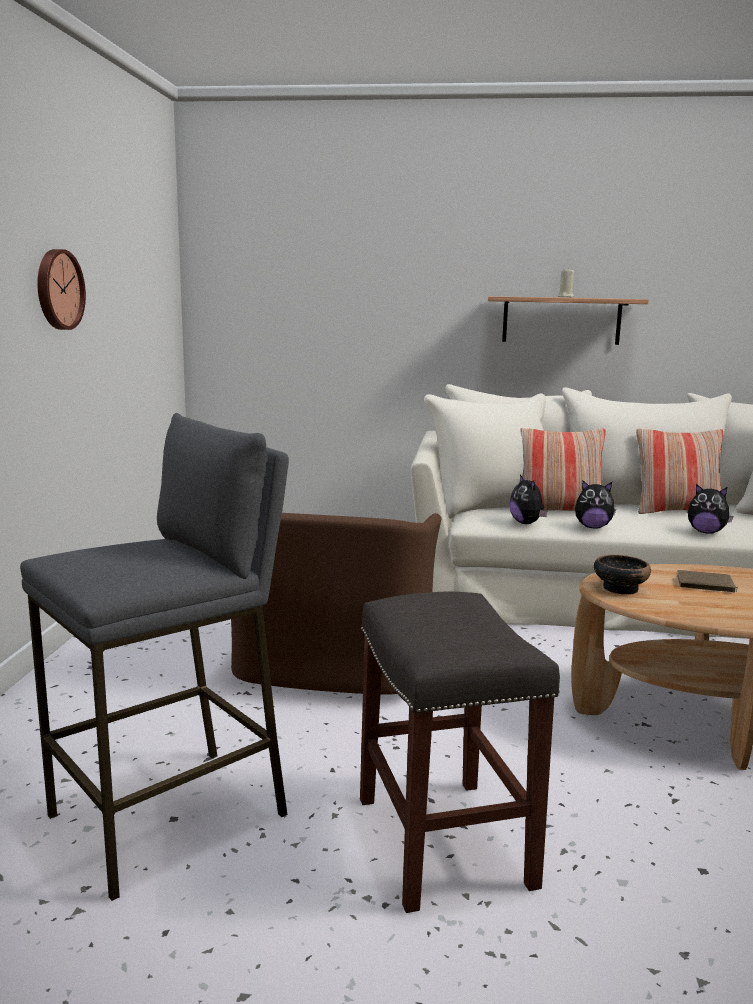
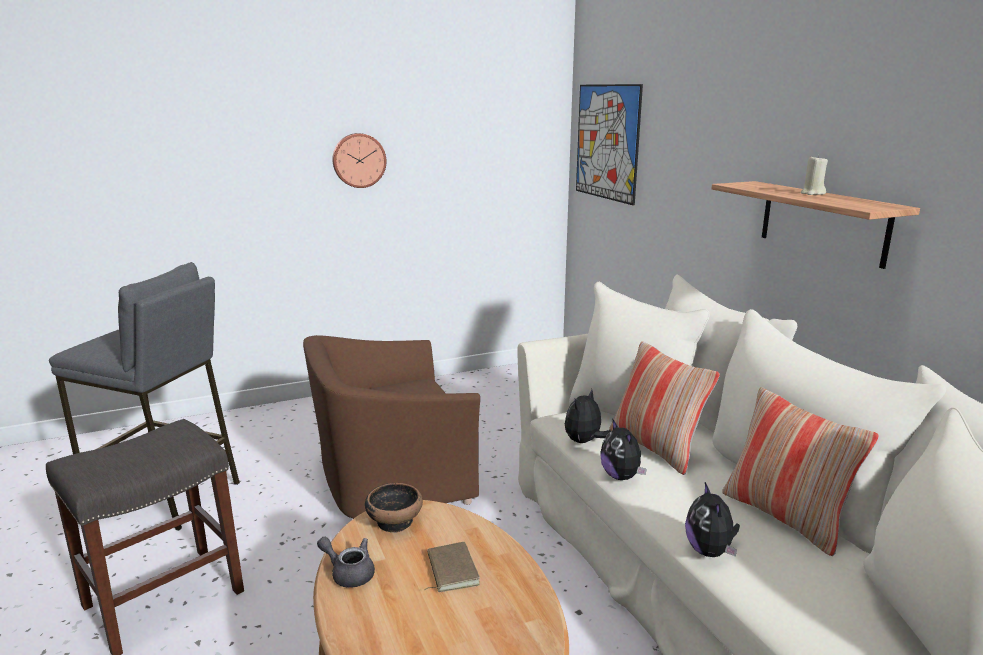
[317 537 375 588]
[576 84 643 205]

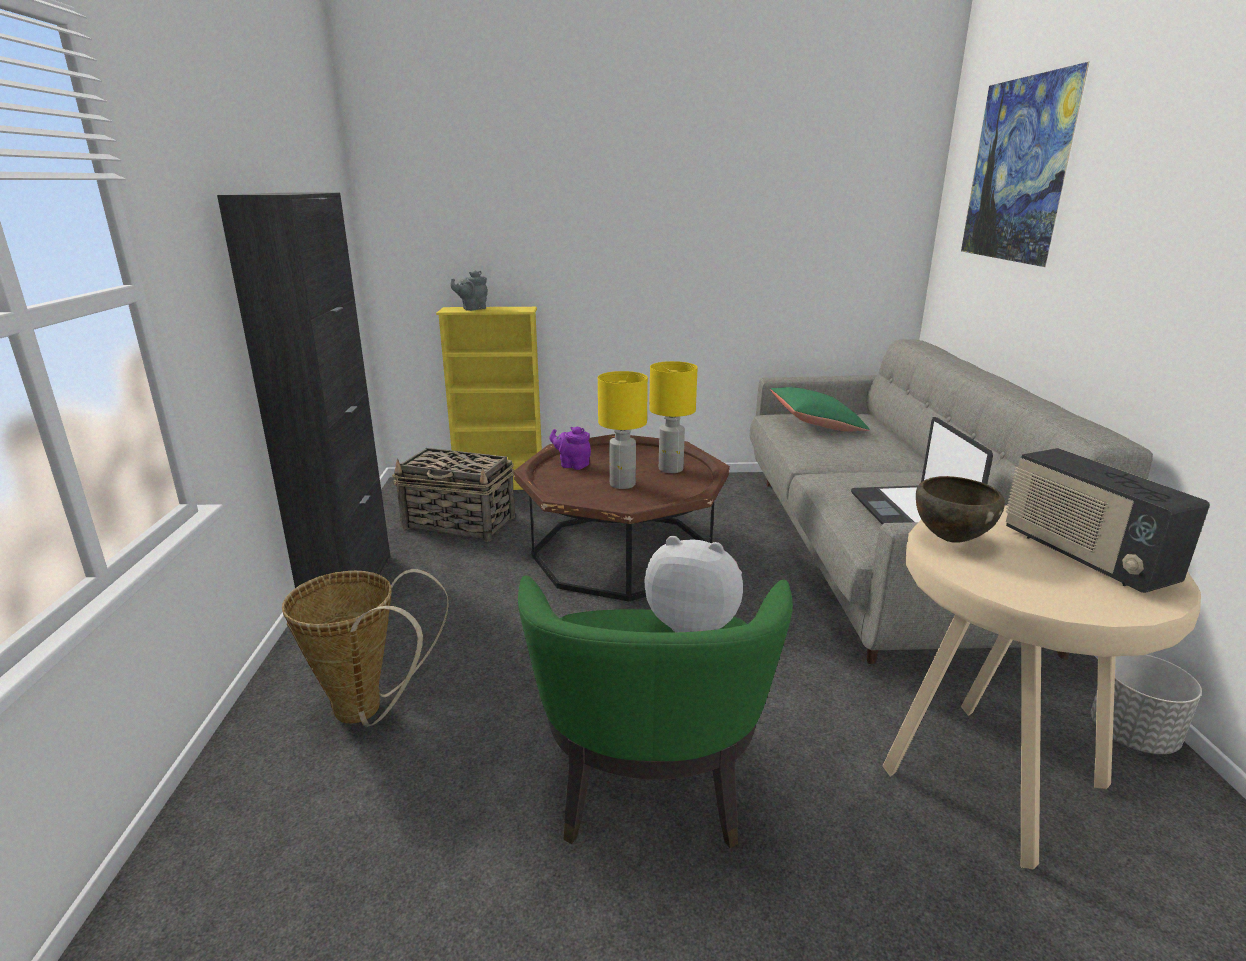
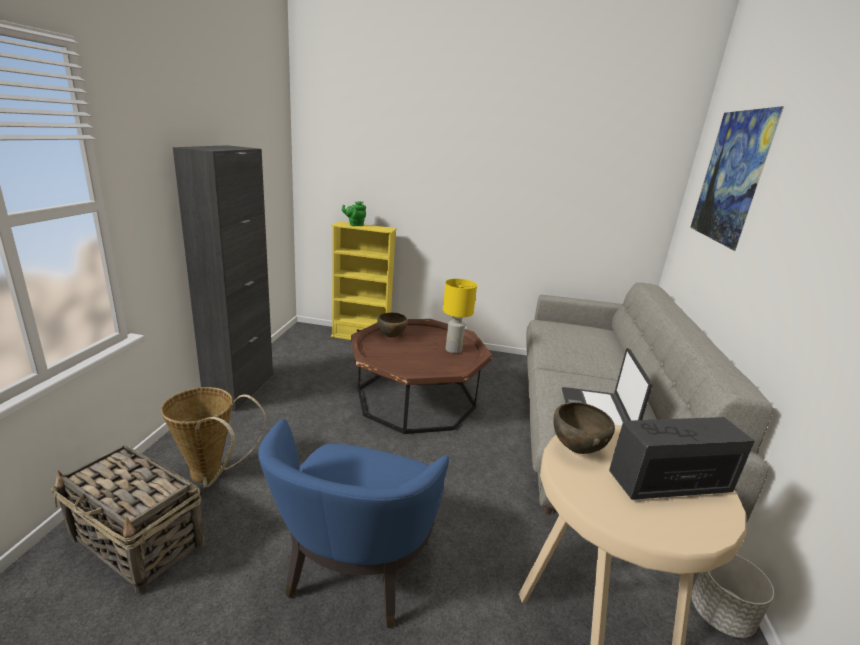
[51 445 204 594]
[342 201 366 226]
[258 419 449 628]
[377 313 408 338]
[598 371 648 489] (first image)
[644 536 743 632] (first image)
[770 387 870 431] (first image)
[609 417 755 500]

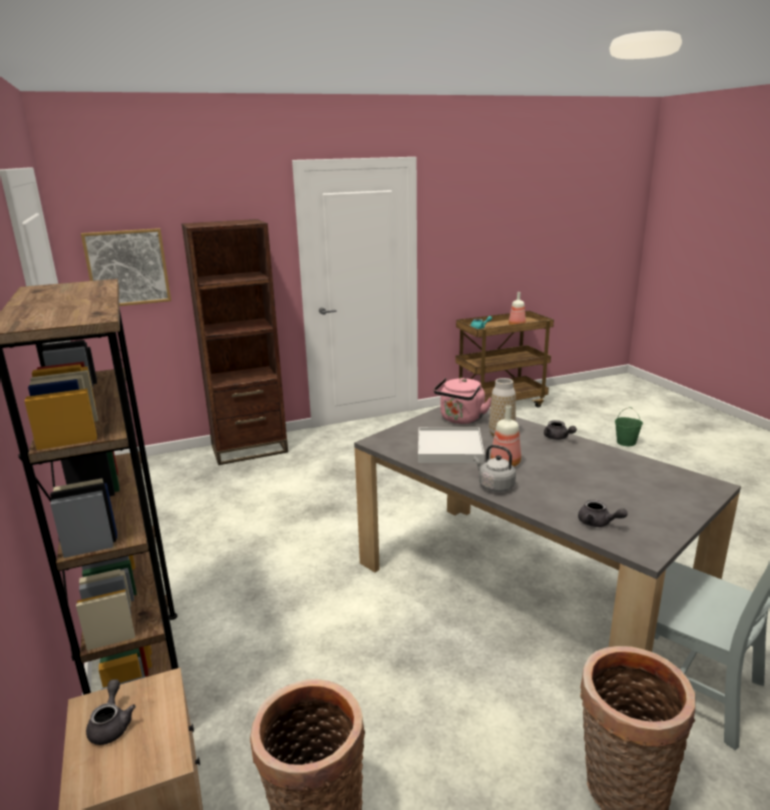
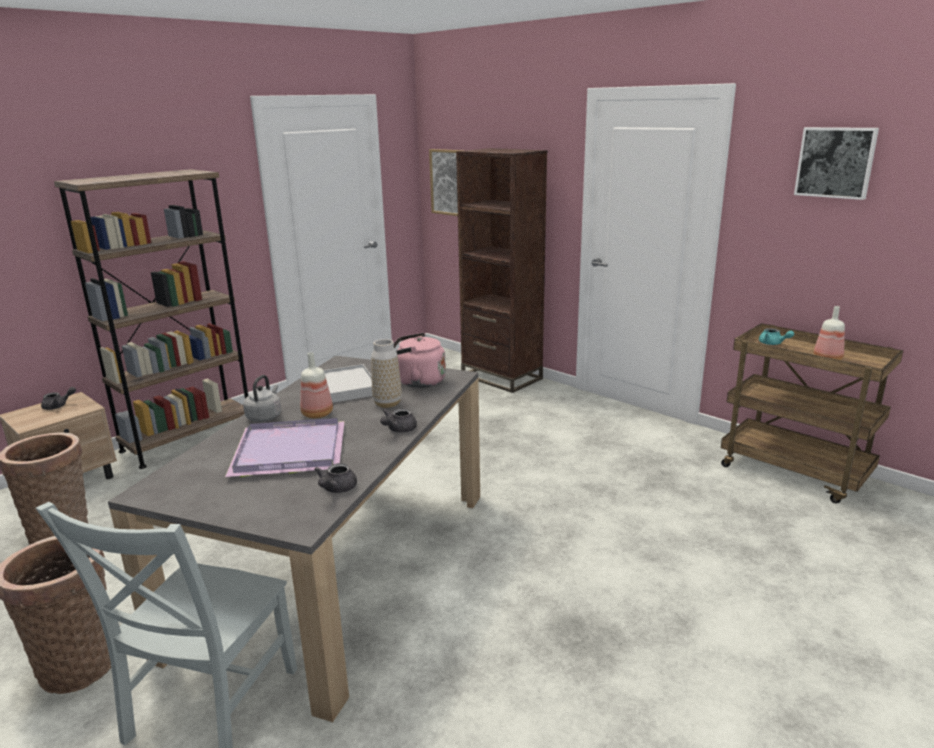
[314 463 357 493]
[615 407 643 446] (first image)
[225 418 345 477]
[794 127 879 200]

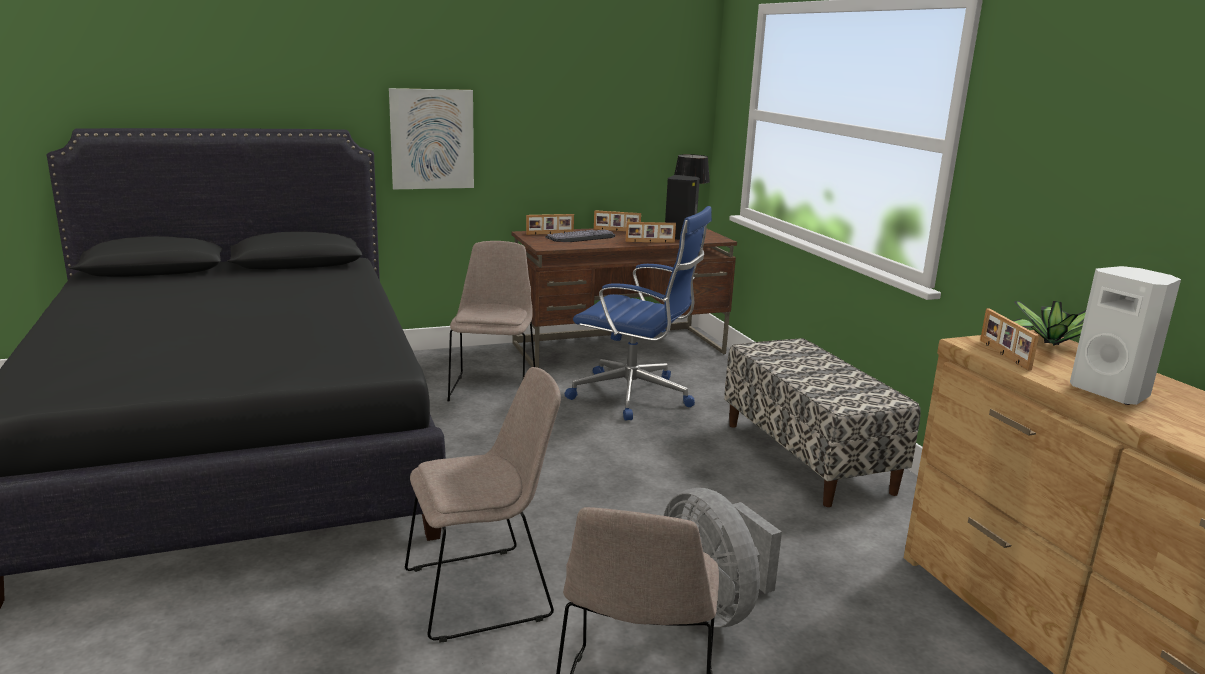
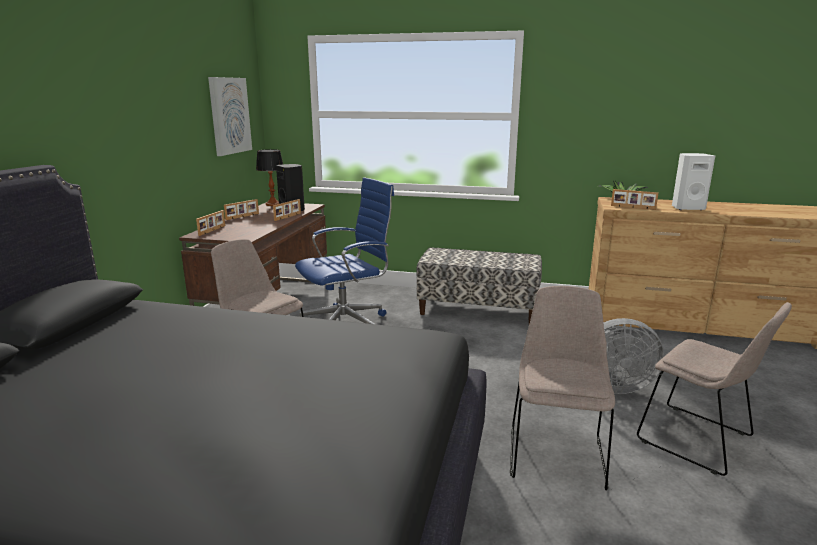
[208 77 252 156]
[545 229 615 242] (first image)

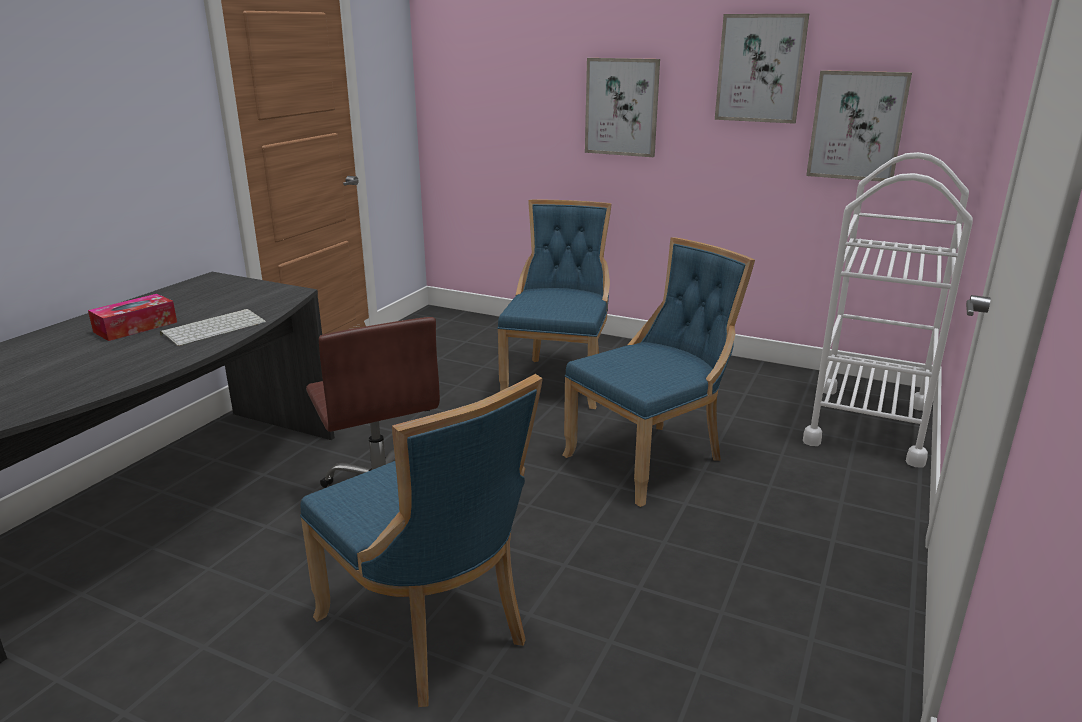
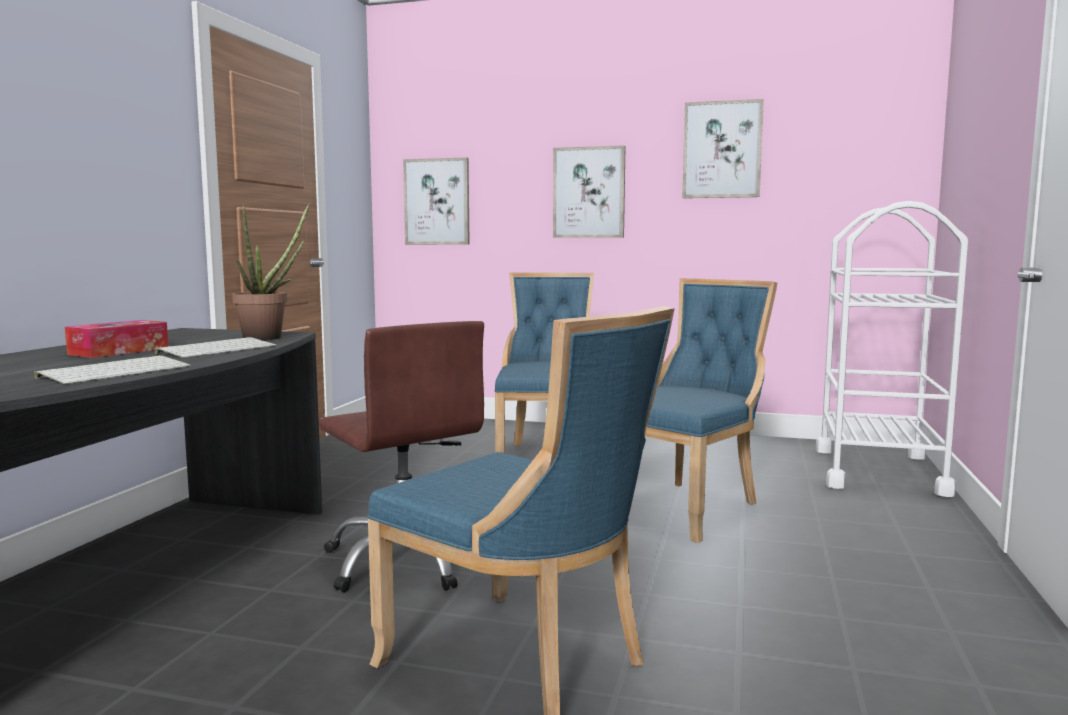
[403 157 470 244]
[34 355 191 384]
[232 204 309 340]

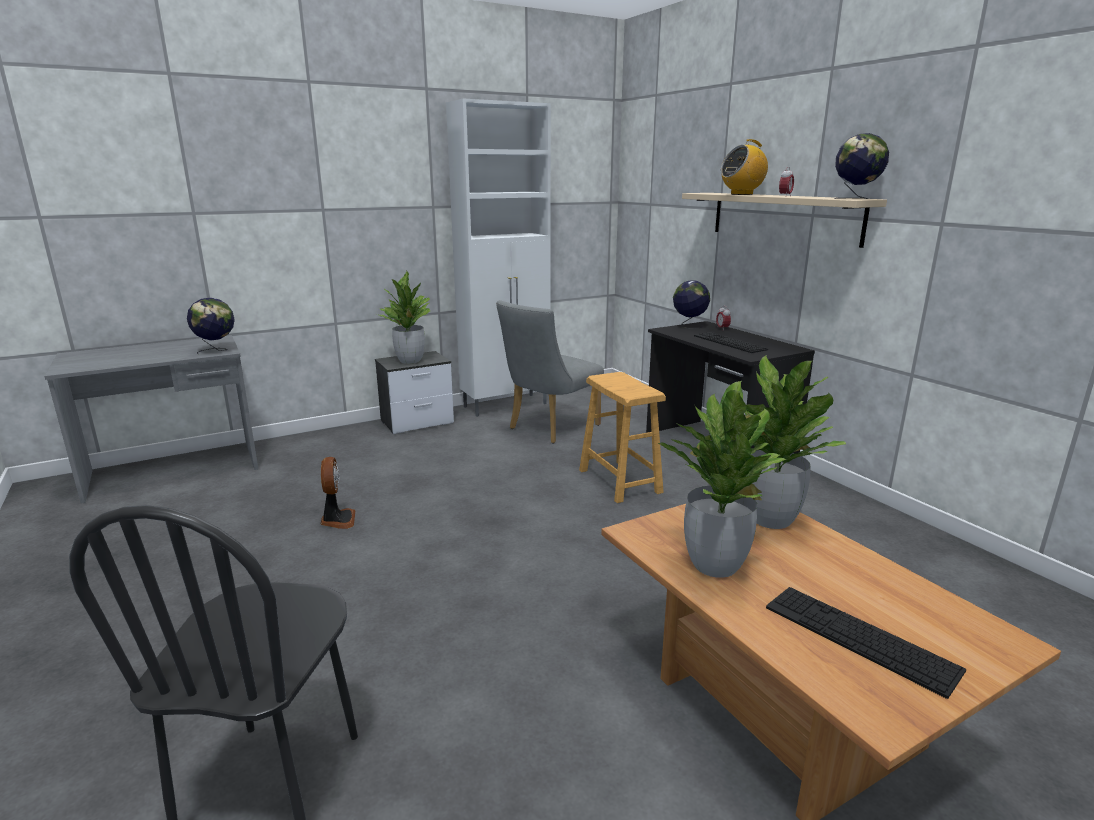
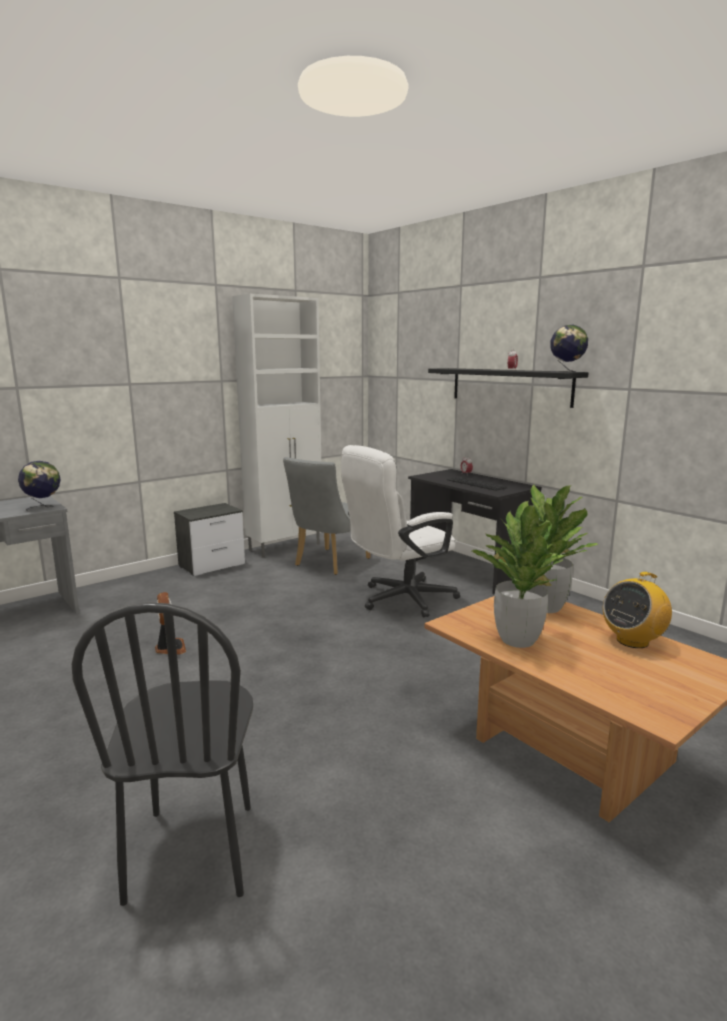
[377 271 431 364] (first image)
[341 445 460 617]
[673 280 710 329] (first image)
[428 368 589 408]
[603 572 672 648]
[766 587 966 699] (first image)

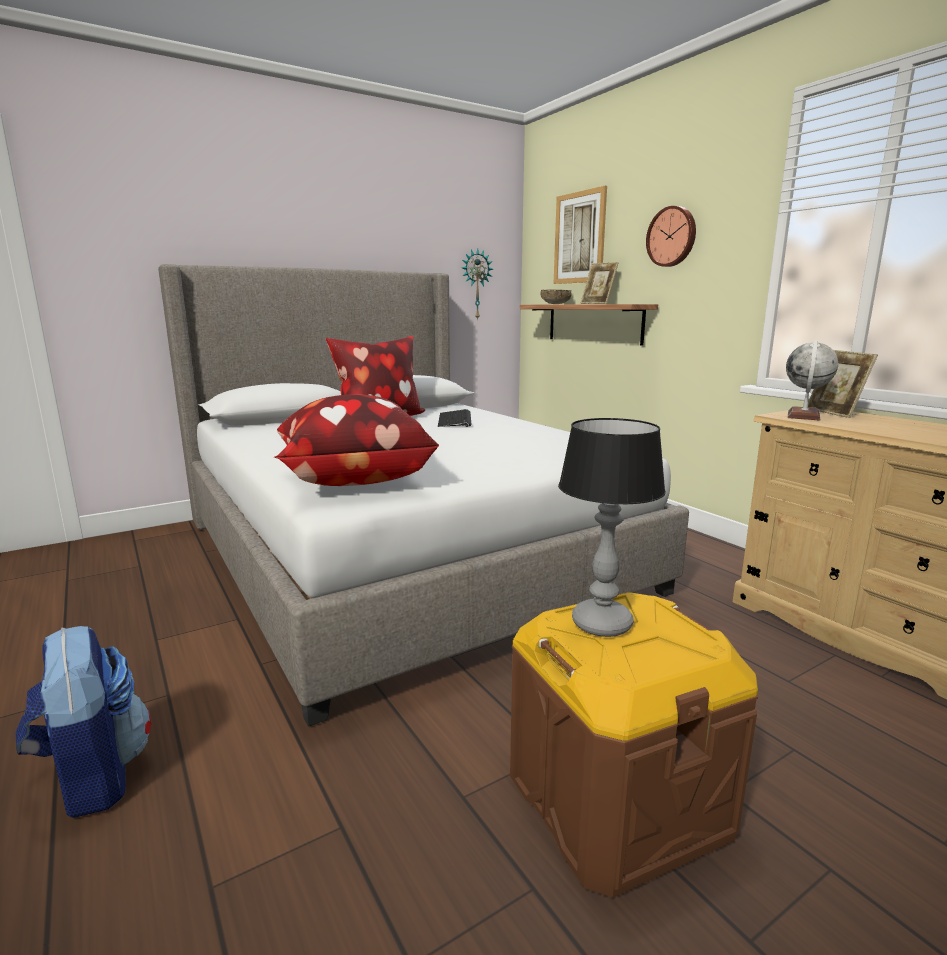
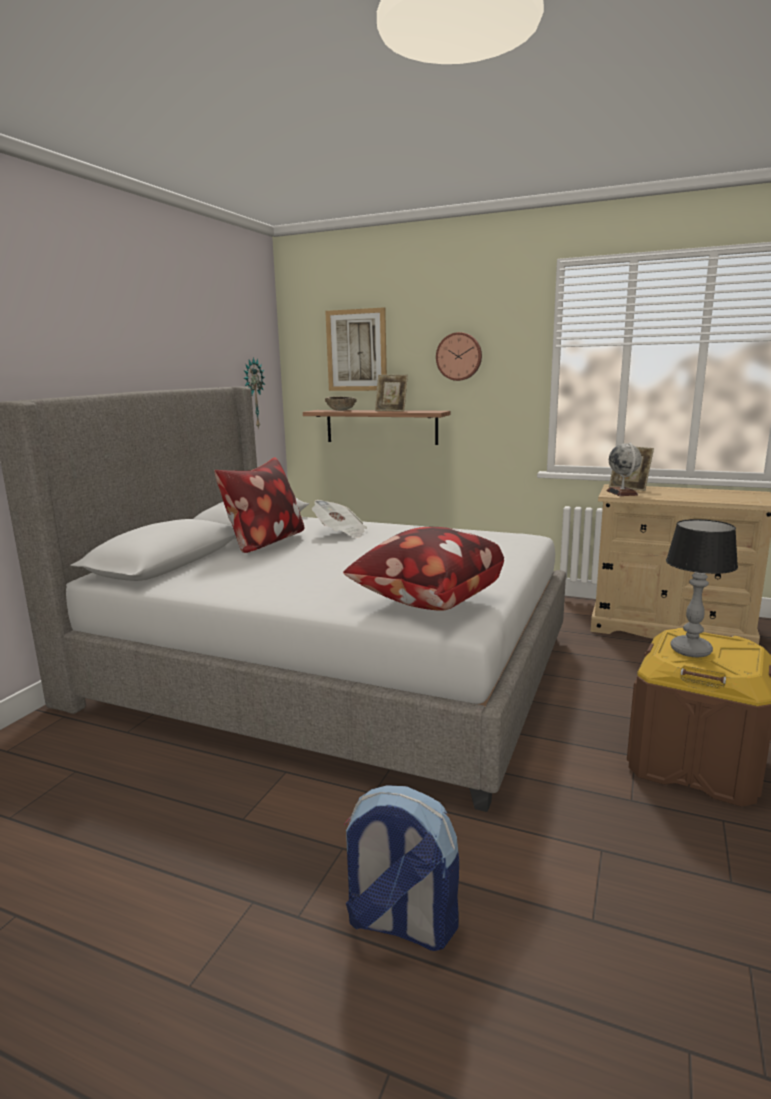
[312 500 367 538]

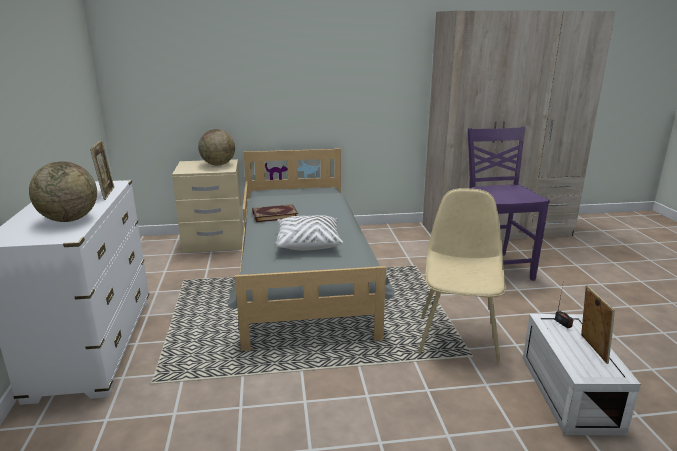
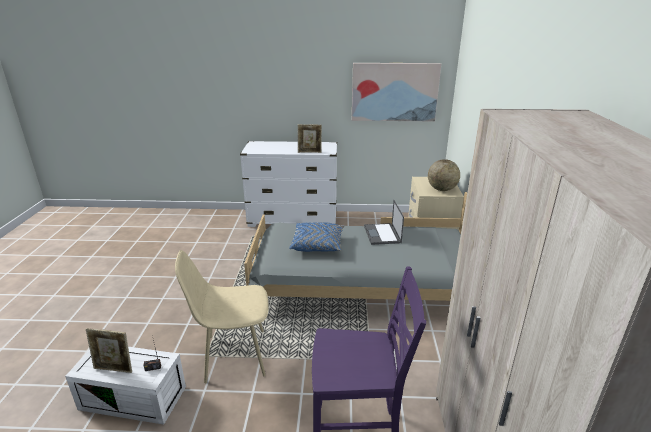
[29 161 97 222] (first image)
[364 200 404 245]
[289 222 345 252]
[175 250 269 383]
[352 63 441 121]

